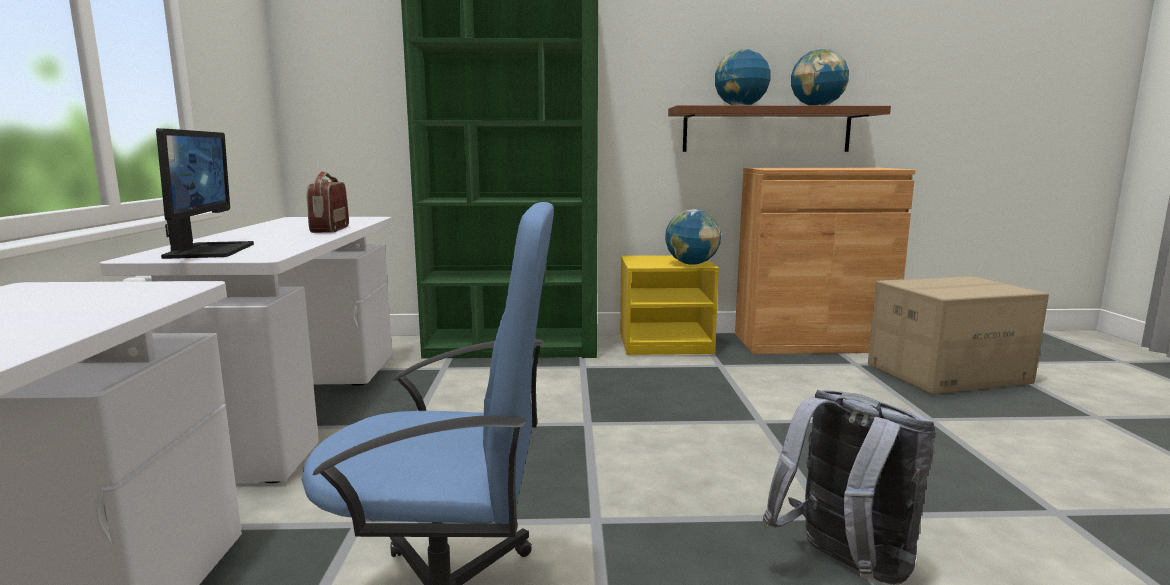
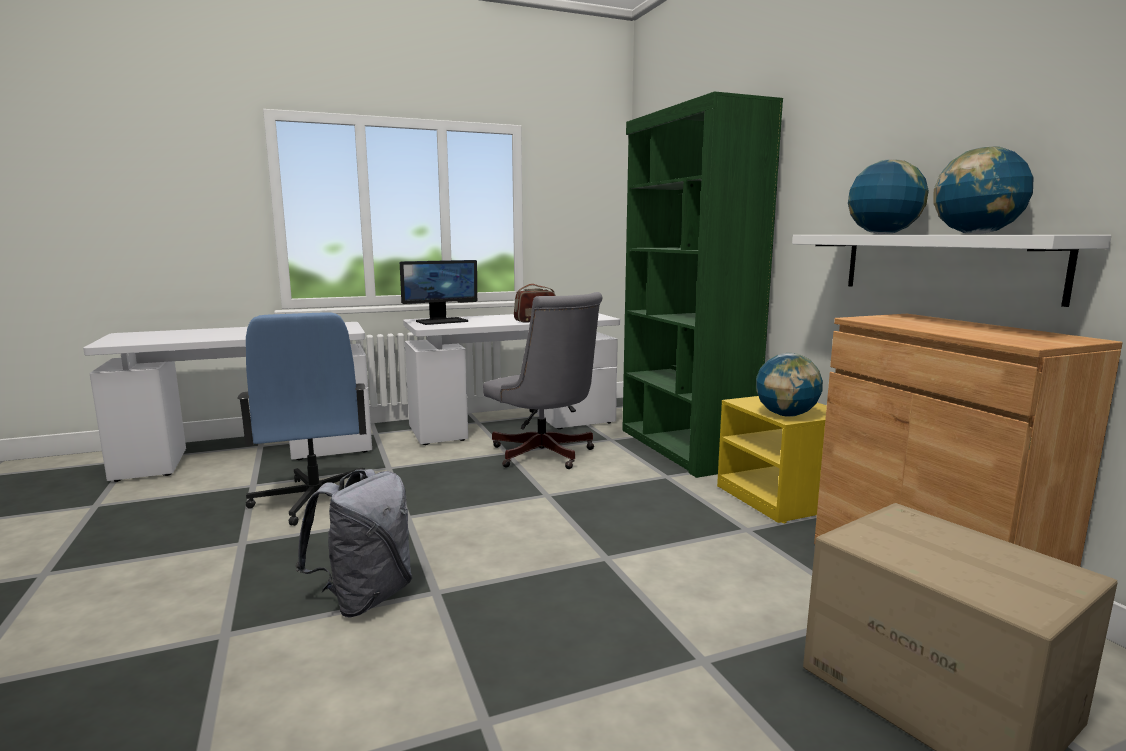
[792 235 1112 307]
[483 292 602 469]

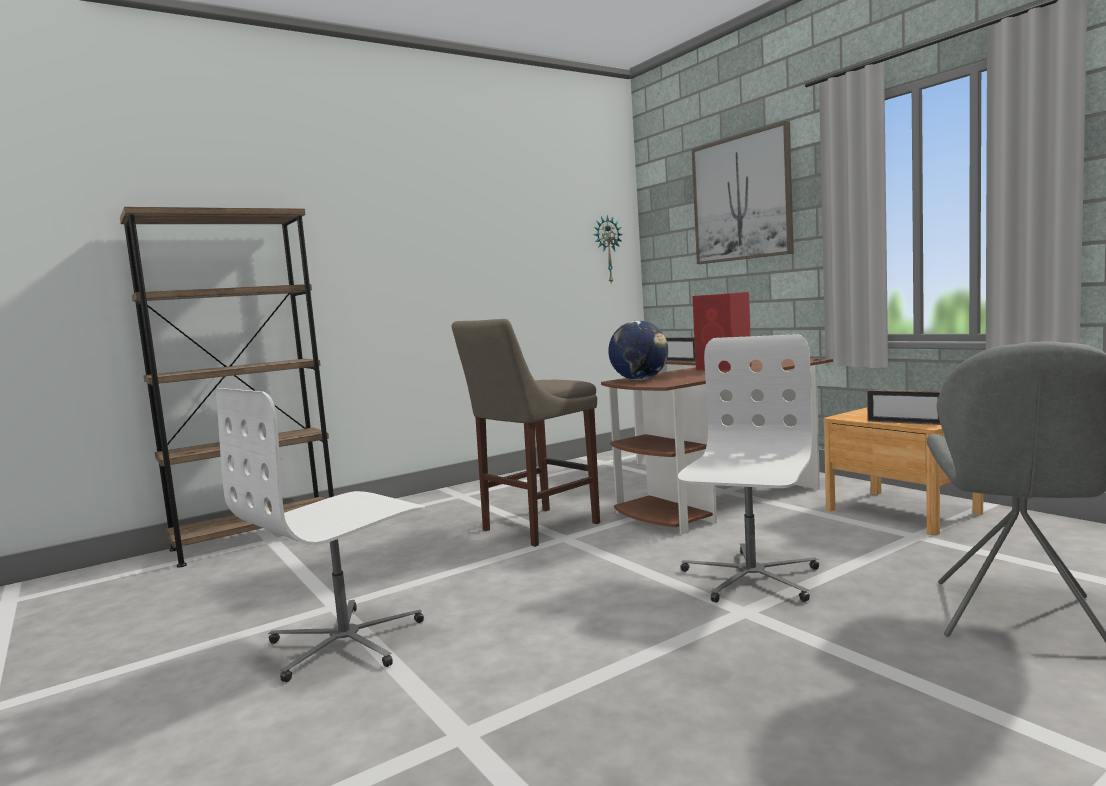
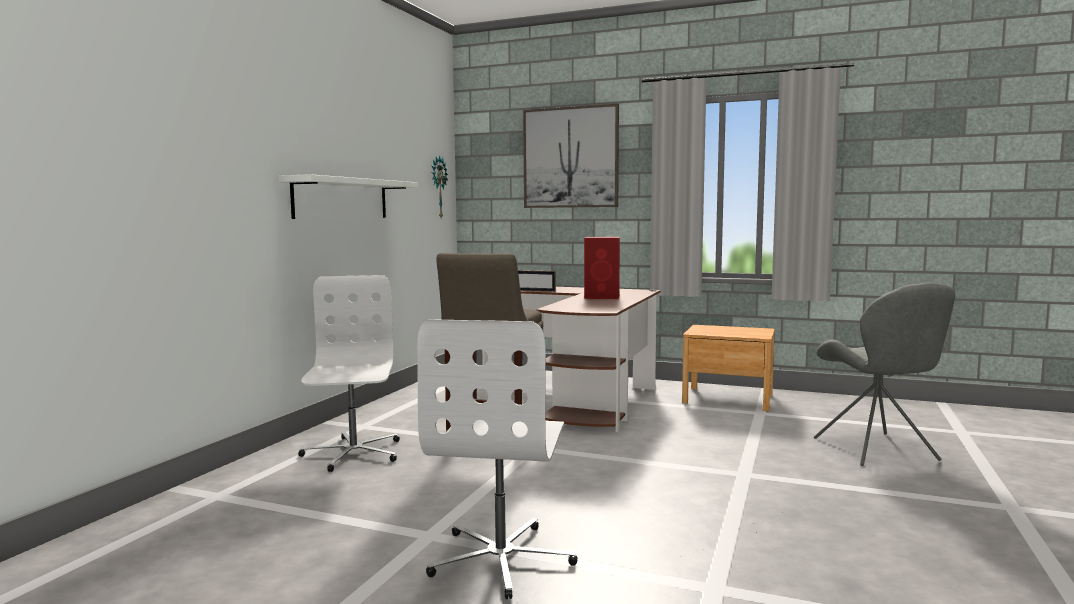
[120 207 334 568] (first image)
[608 321 668 380] (first image)
[298 275 400 472]
[867 390 941 425] (first image)
[278 174 418 219]

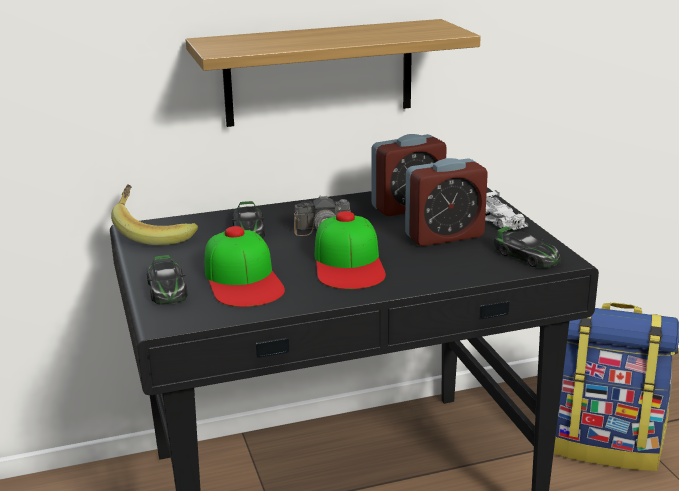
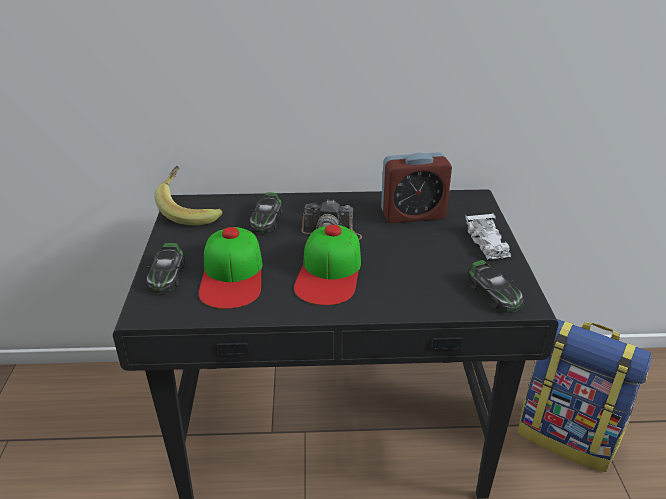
[186 19 481 127] (first image)
[405 158 488 246] (first image)

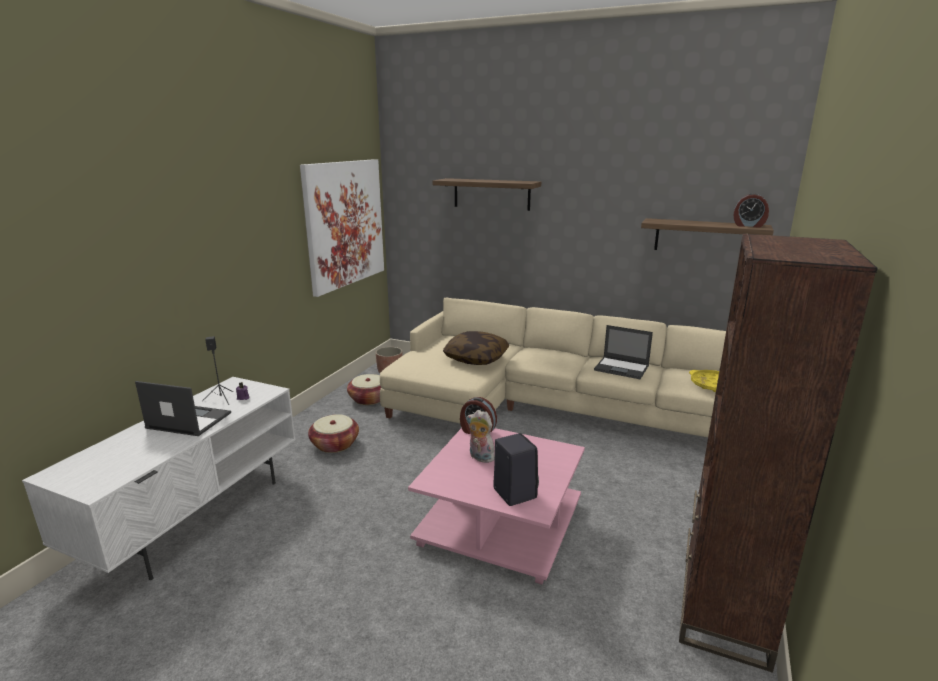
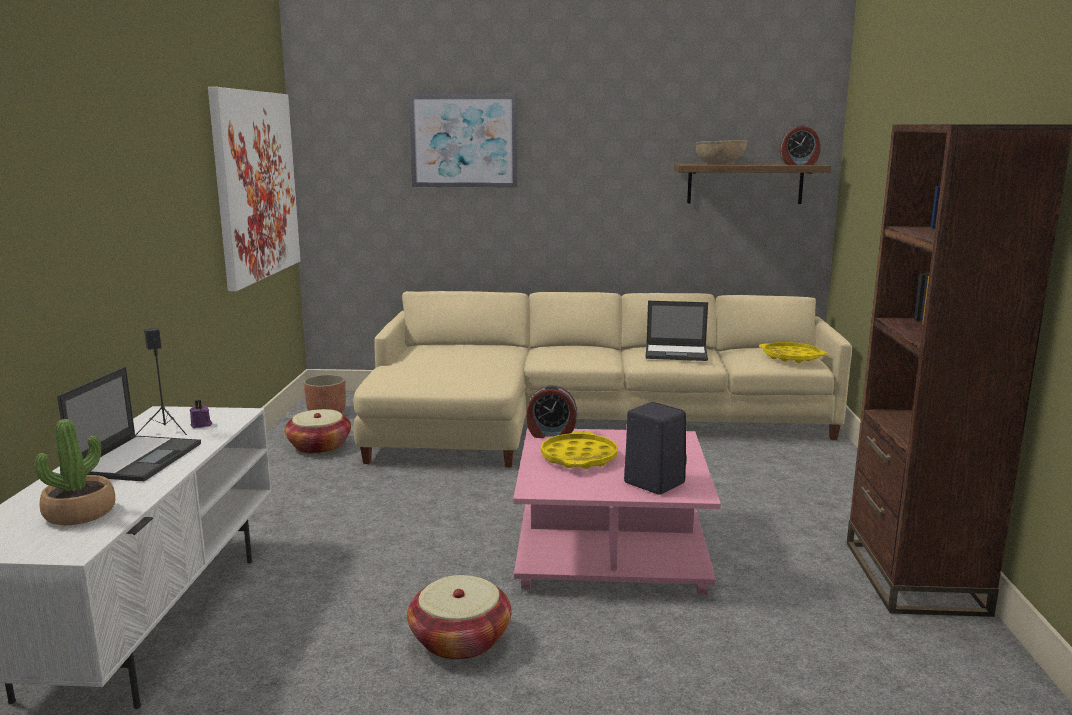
[57 367 201 481]
[407 575 511 660]
[409 94 518 188]
[443 331 509 365] (first image)
[541 431 618 469]
[35 419 115 525]
[696 140 747 164]

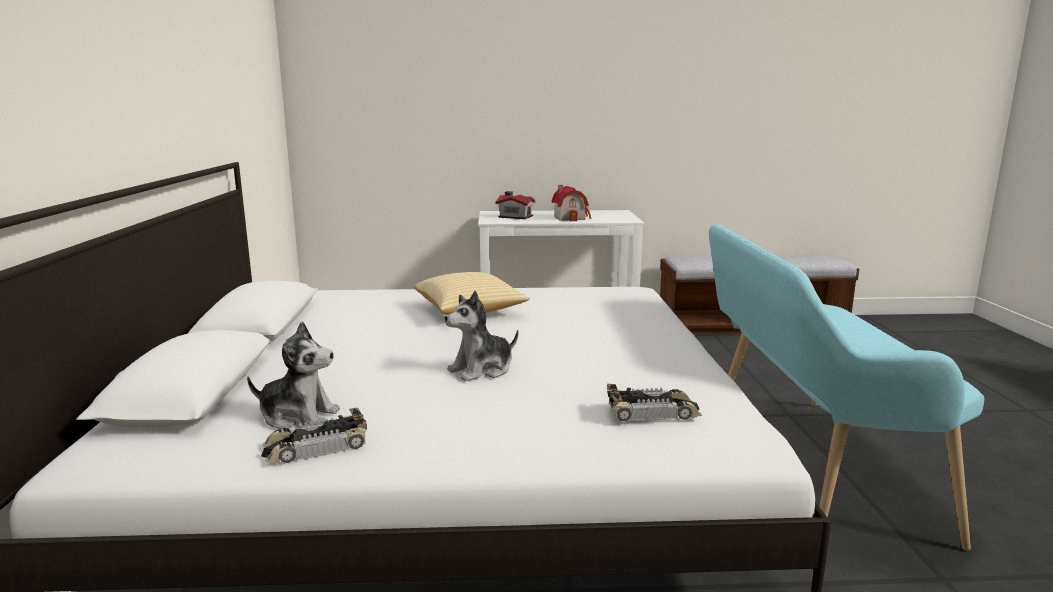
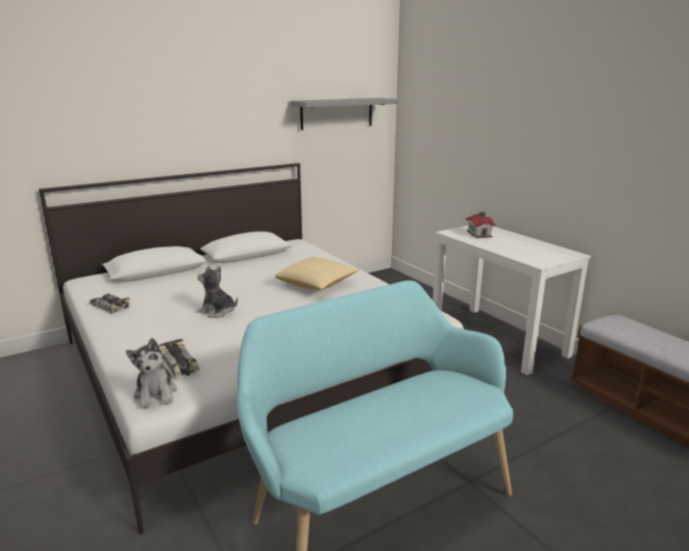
[126 338 177 409]
[552 185 592 221] (first image)
[290 98 397 130]

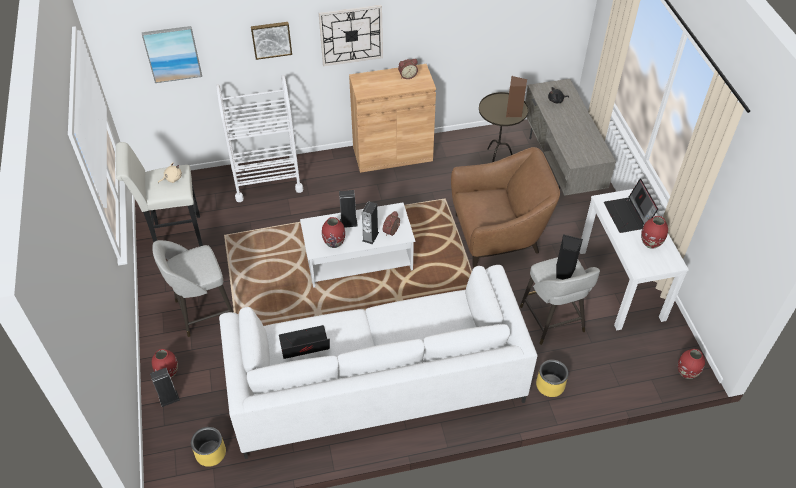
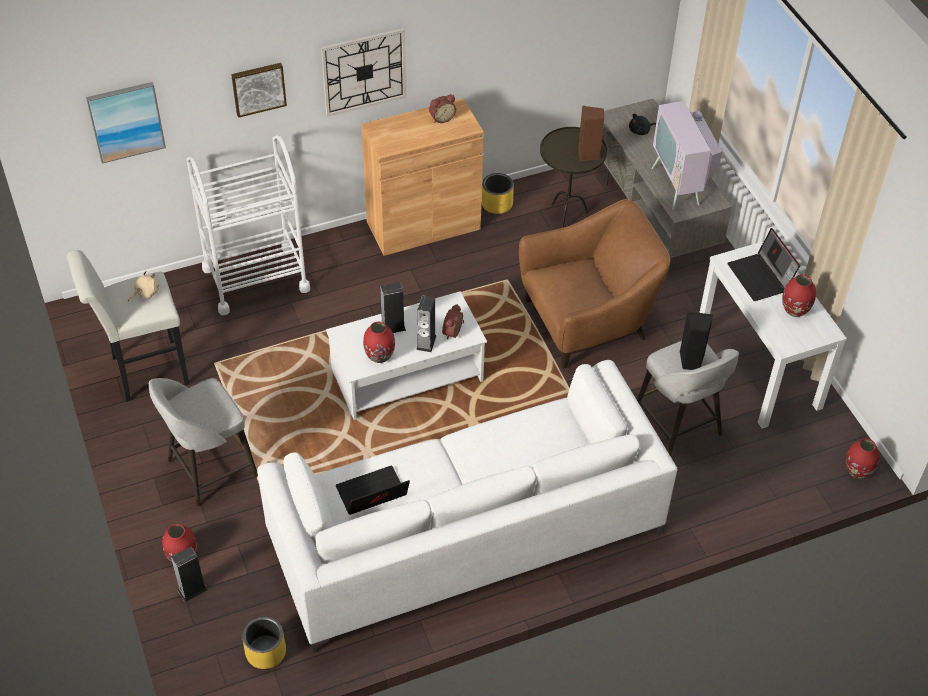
[482 173 514 214]
[652 75 722 210]

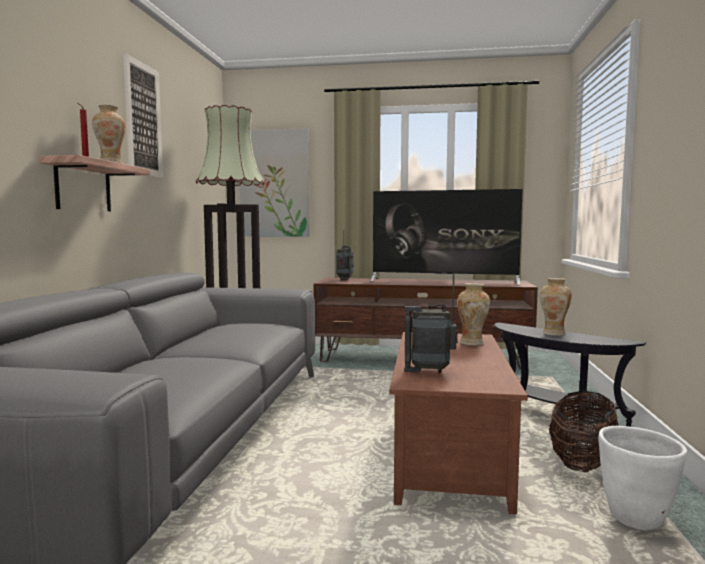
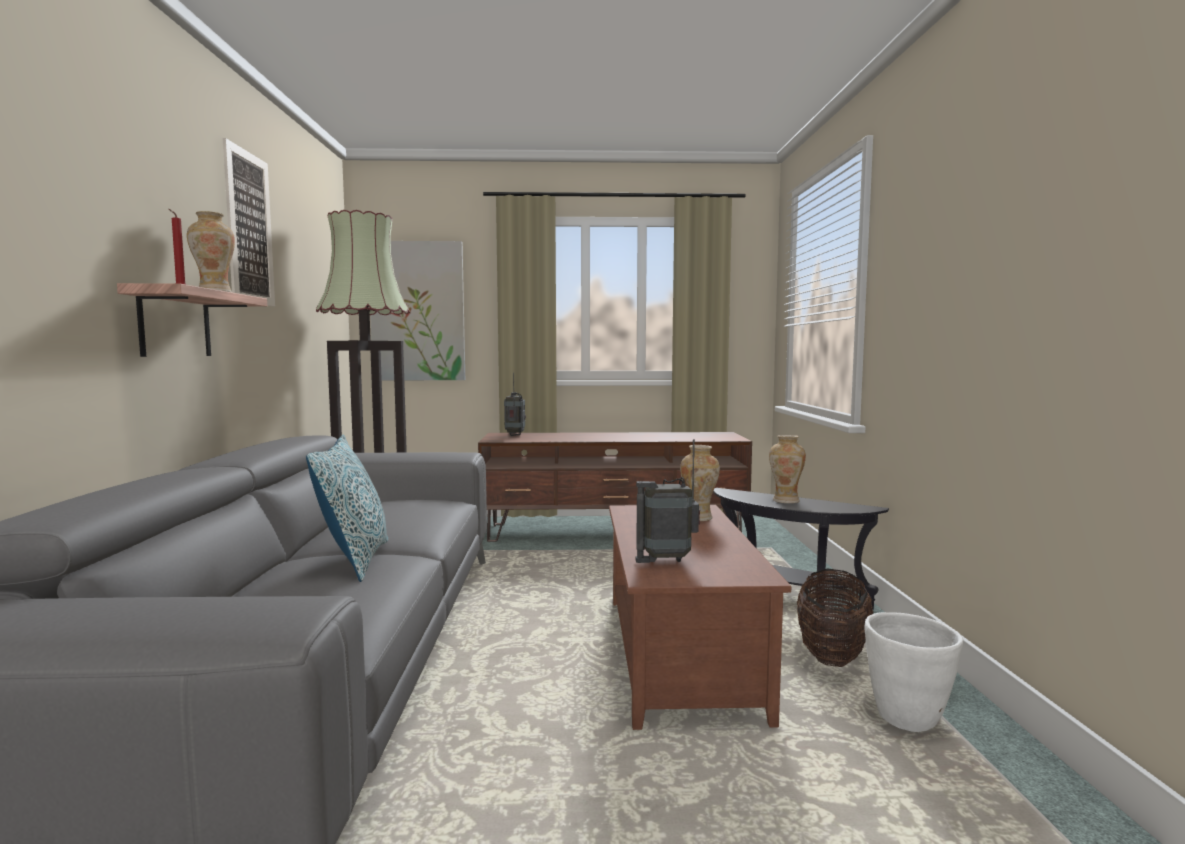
[370 189 523 285] (first image)
[306 434 388 582]

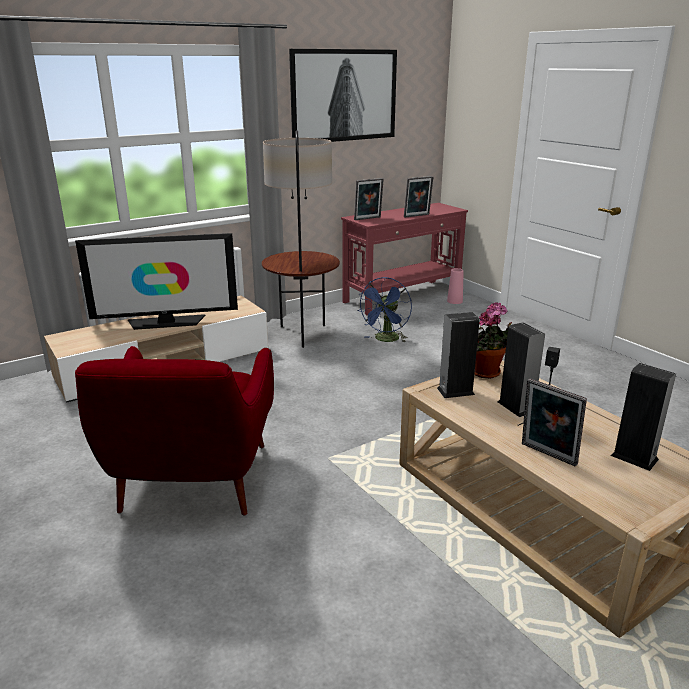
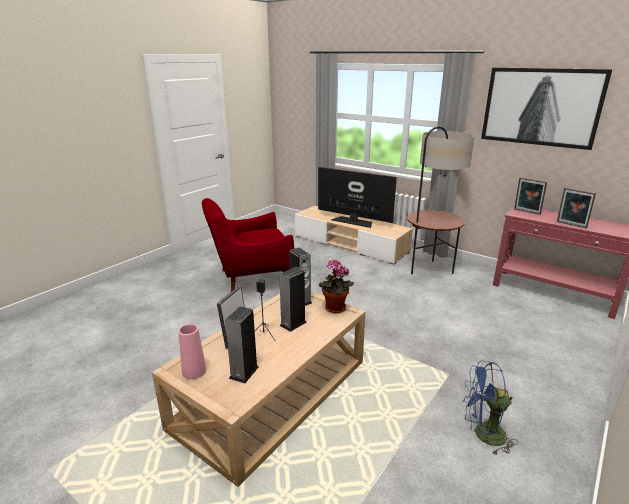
[318 167 397 228]
[463 360 518 456]
[178 324 206 379]

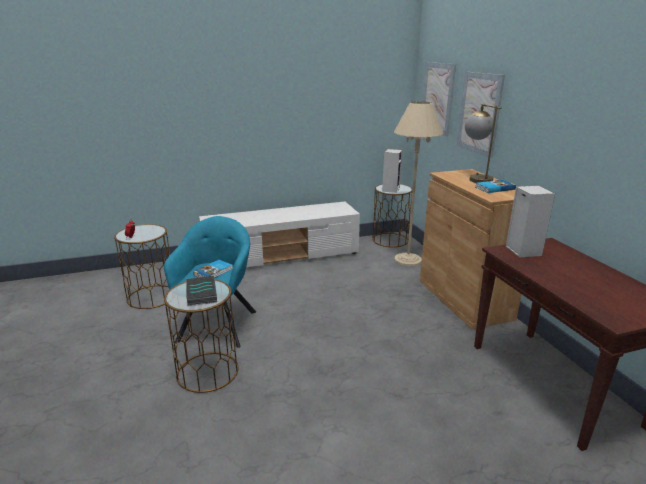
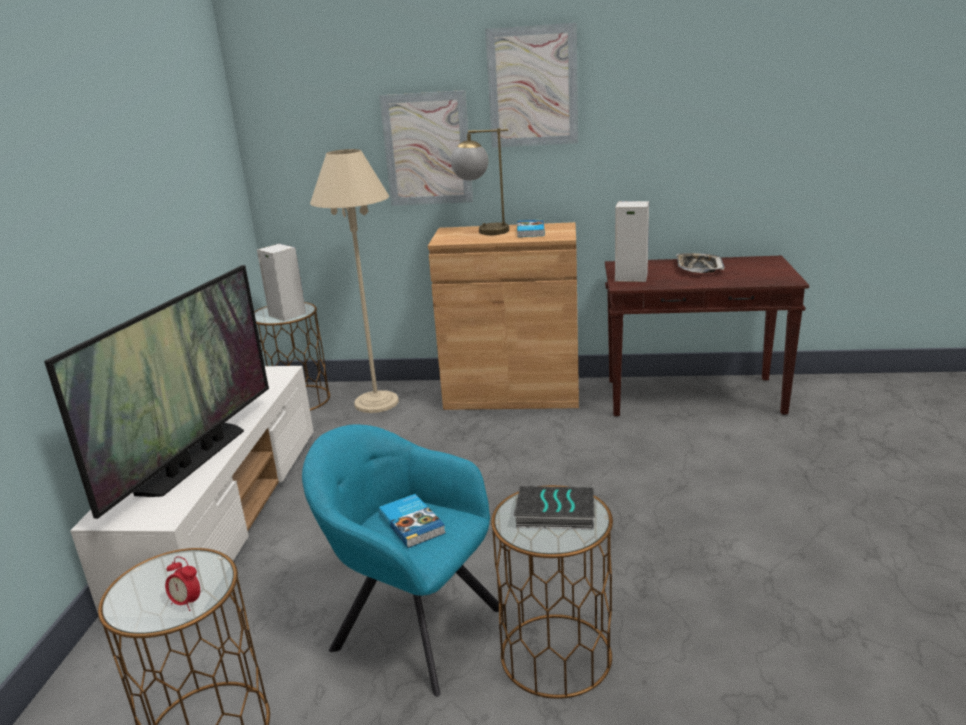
[485 23 578 148]
[44 265 269 519]
[676 253 724 273]

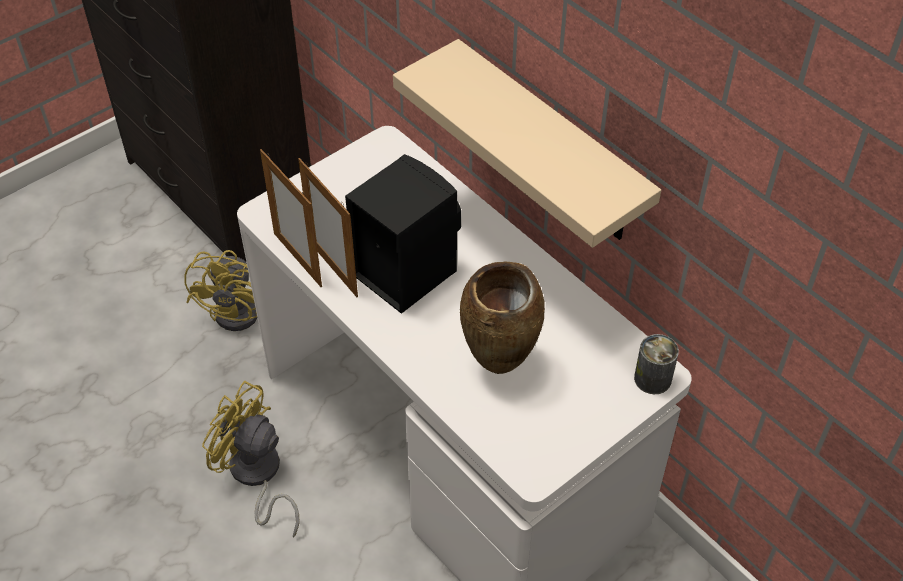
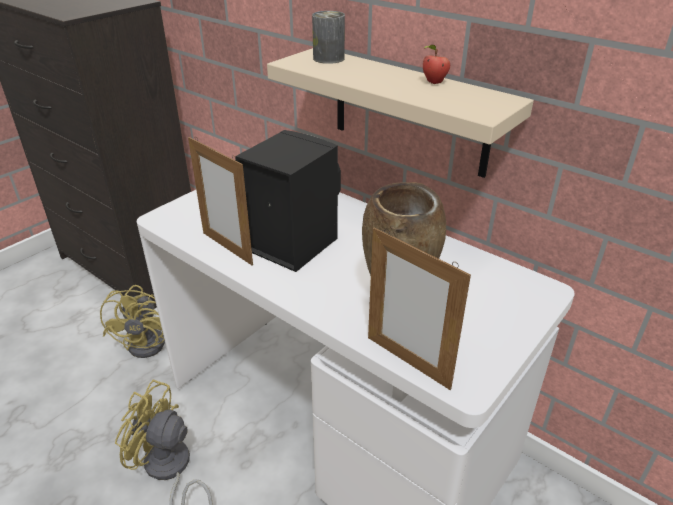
[368 227 471 390]
[312 11 345 64]
[423 45 450 84]

